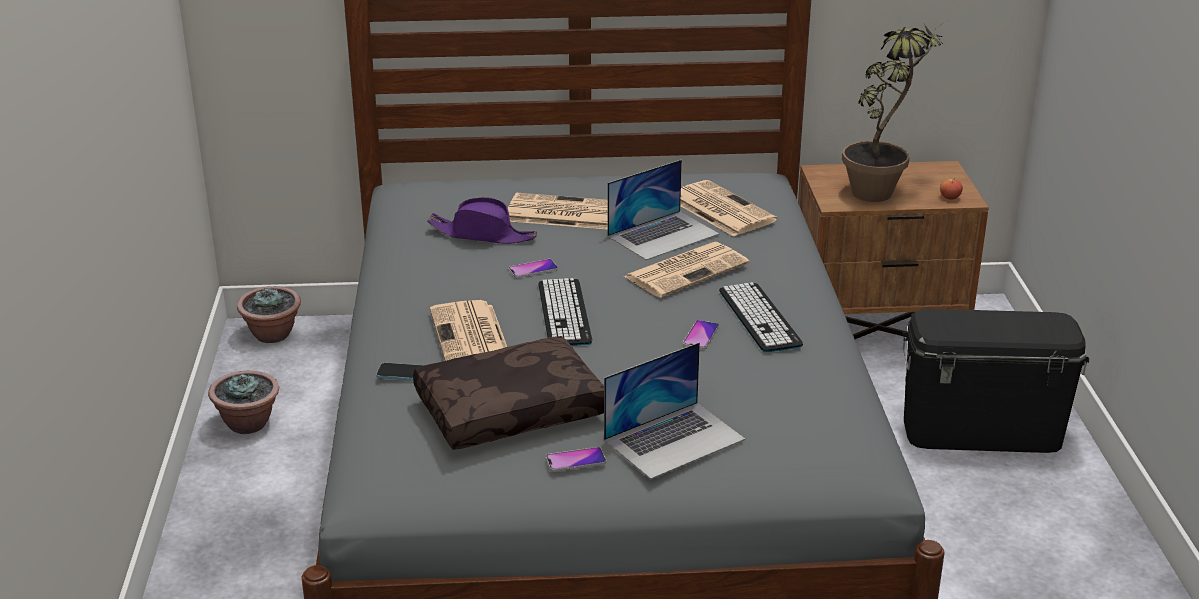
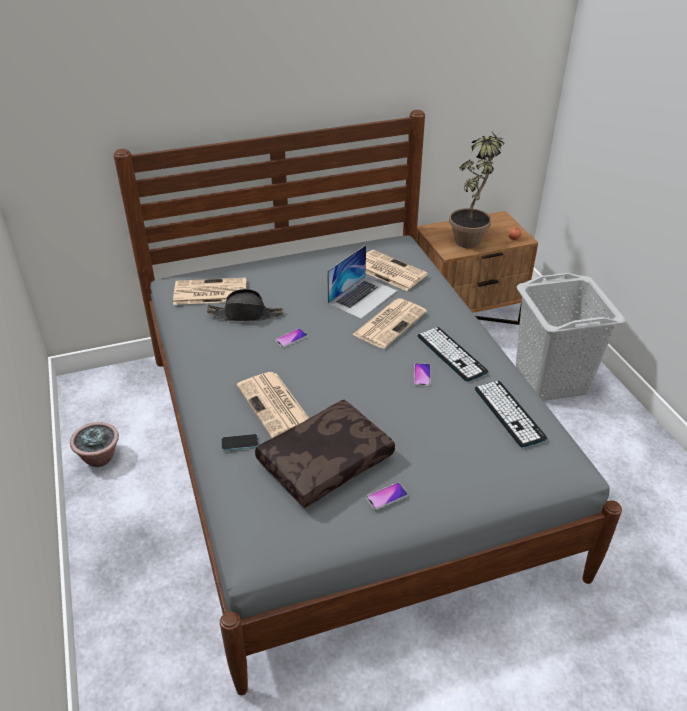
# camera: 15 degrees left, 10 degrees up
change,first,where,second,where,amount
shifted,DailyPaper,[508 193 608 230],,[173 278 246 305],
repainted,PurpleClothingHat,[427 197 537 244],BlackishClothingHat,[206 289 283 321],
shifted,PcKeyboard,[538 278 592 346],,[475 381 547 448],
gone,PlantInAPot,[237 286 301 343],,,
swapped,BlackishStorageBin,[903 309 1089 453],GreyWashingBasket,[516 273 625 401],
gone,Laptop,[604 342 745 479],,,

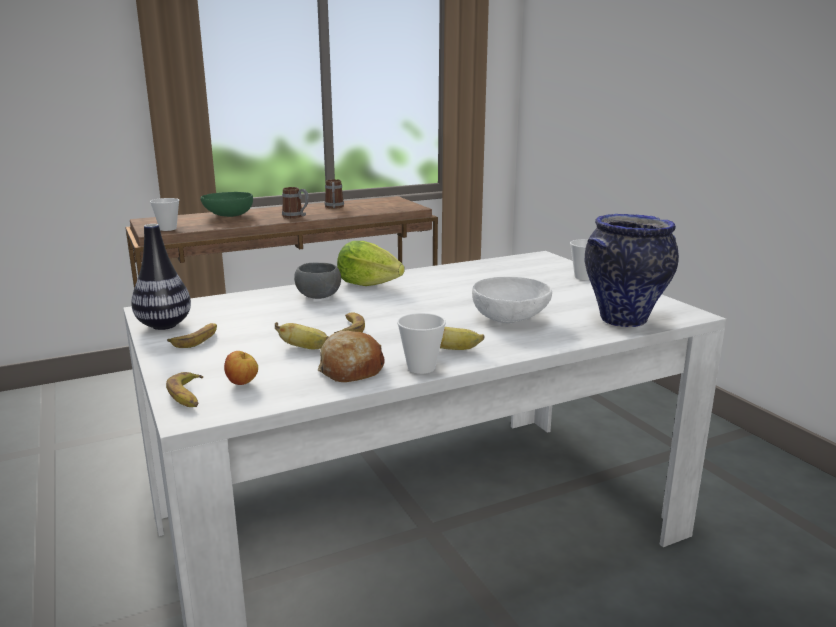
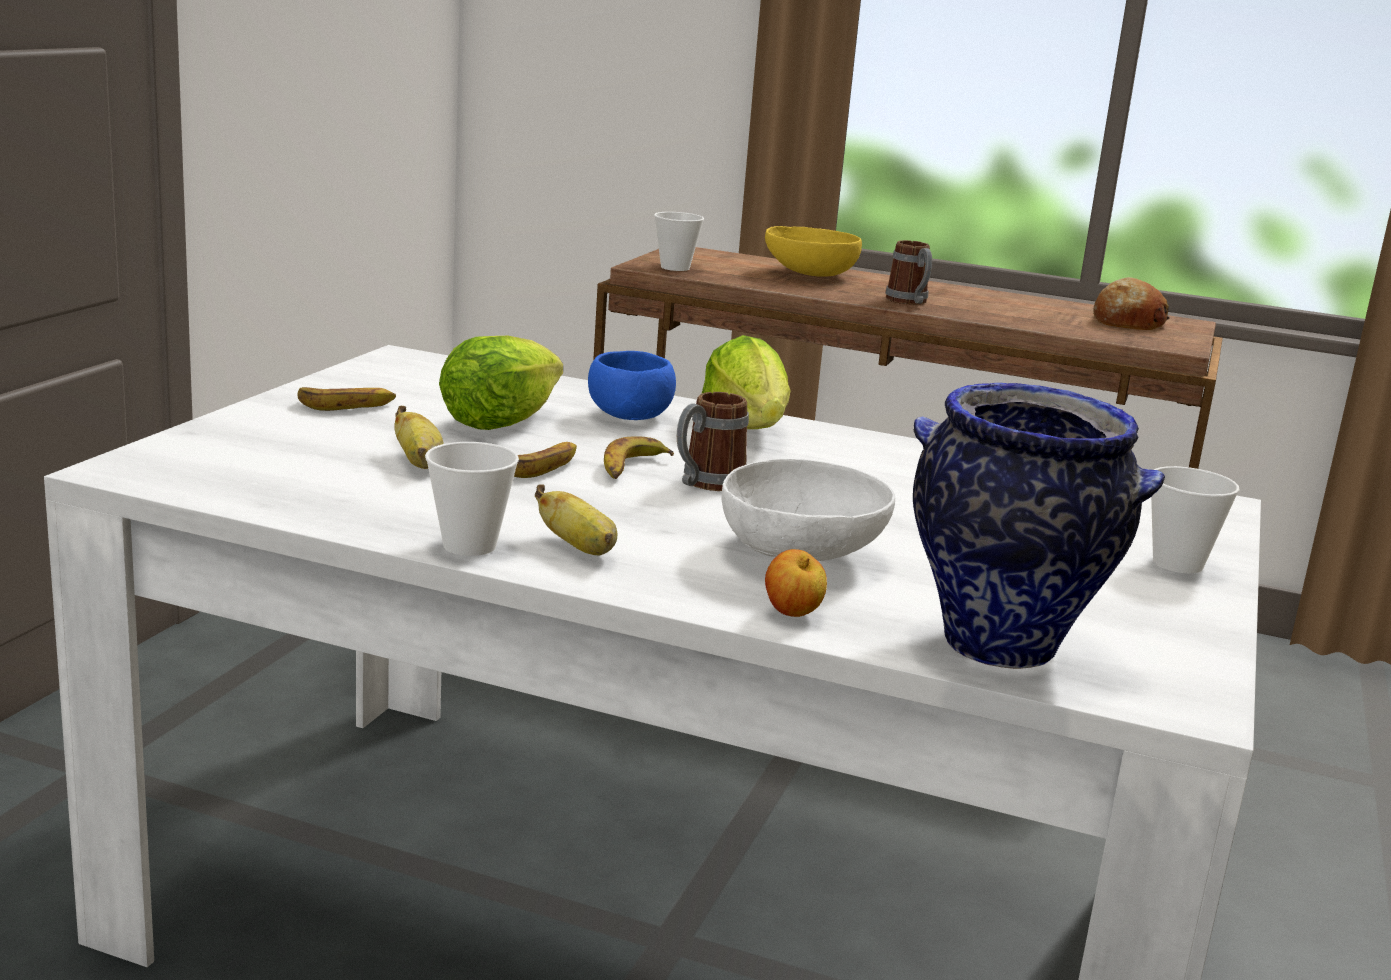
# camera: 45 degrees right, 0 degrees up
change,first,where,second,where,amount
shifted,CoffeeMug,[324 179 344 209],,[677 392 749 491],
repainted,GreenishBowl,[200 192 253 217],YellowBowl,[765 226 862 277],
gone,Vase,[131 224 191 330],,,
repainted,GreyBowl,[294 263 341 299],BlueColouredBowl,[588 351 676 420],
shifted,Bread,[318 331 384 382],,[1093 277 1170 330],
shifted,WholeApple,[224 351 258 385],,[765 549 827 617],
shifted,WholeBanana,[166 372 204 407],,[604 436 674 479],
new,,,LettuceHead,[439 336 563 430],

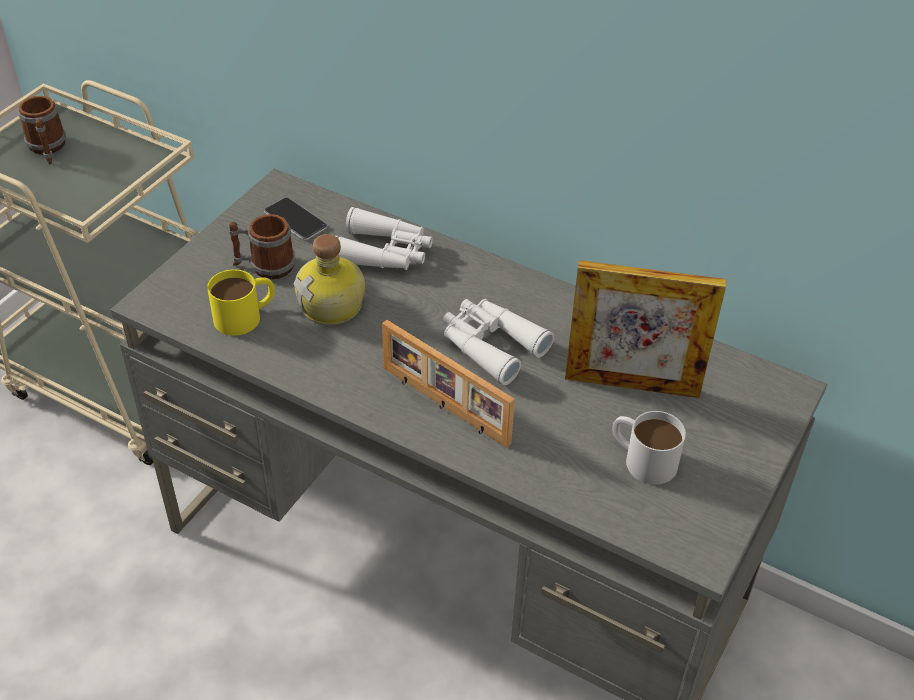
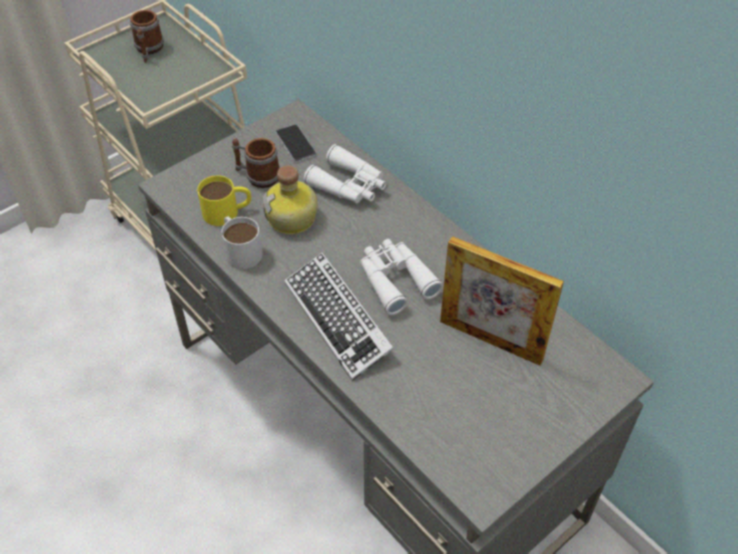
# camera: 20 degrees right, 5 degrees up
change,first,where,second,where,amount
swapped,PhotoFrame,[382 320 515 448],PcKeyboard,[284 252 394 381],
shifted,WhitishCoffeeMug,[612 411 686 485],,[221 216 262 269],

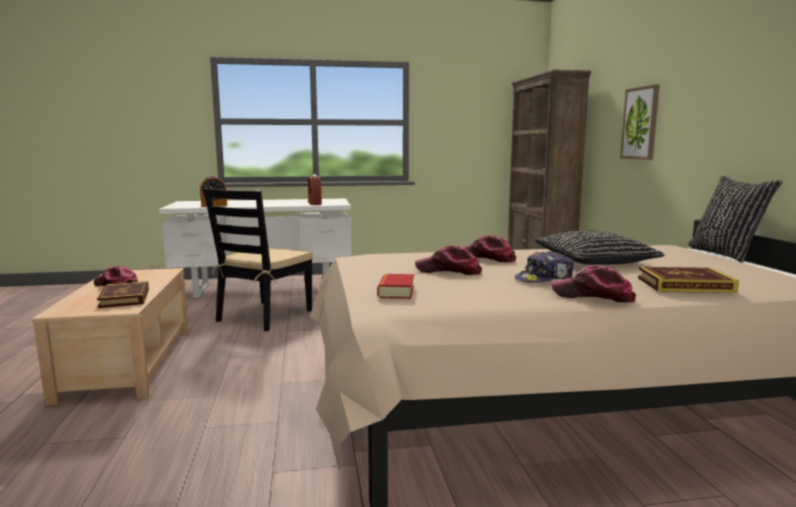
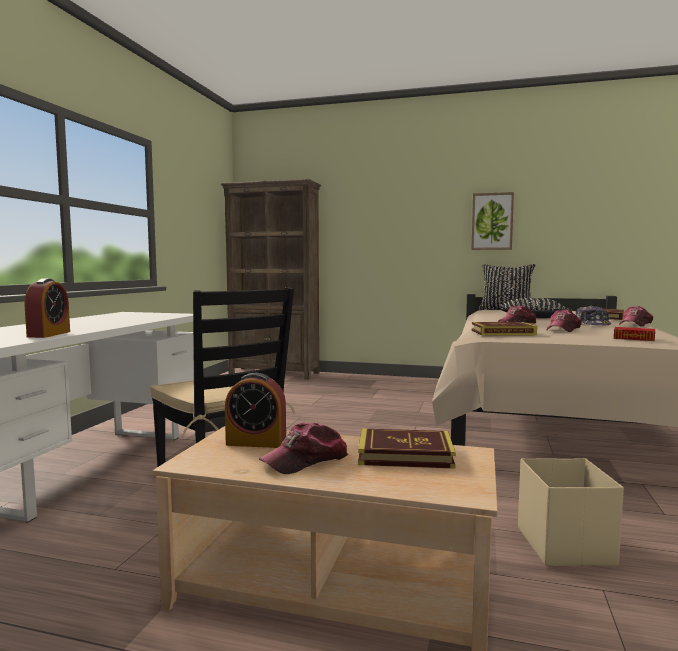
# camera: 65 degrees left, 5 degrees down
change,first,where,second,where,amount
shifted,WallPicture,[620 84 660 160],,[471 192 514 250],
shifted,AlarmClock,[308 174 322 205],,[225 373 286 448],
new,,,BoundBook,[471 322 537 336],
new,,,BeigeColouredStorageBin,[518 458 624 566],

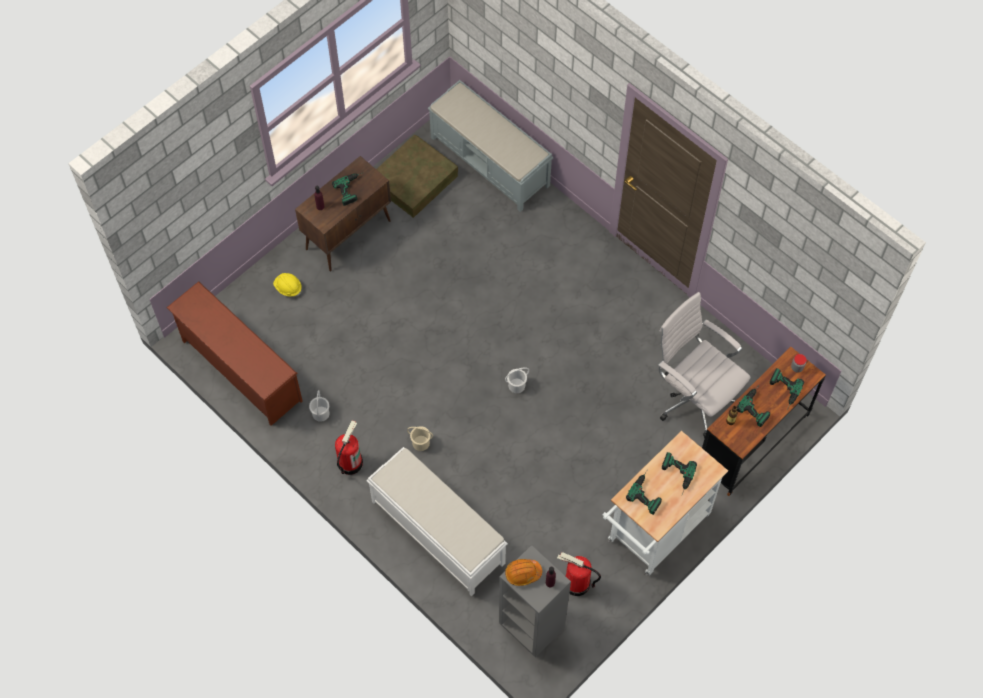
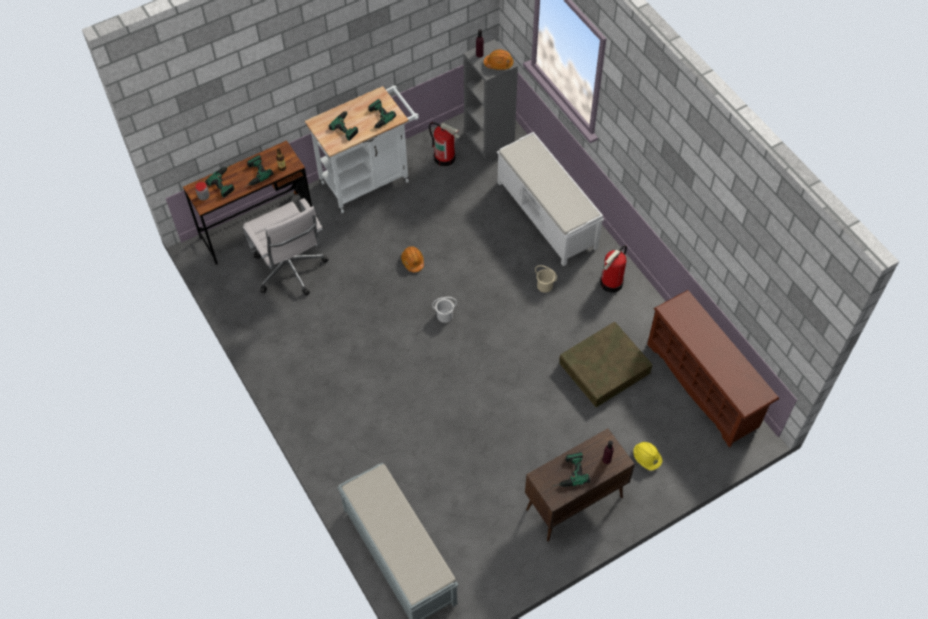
# camera: 165 degrees left, 5 degrees down
change,first,where,second,where,amount
shifted,BrownStorageBin,[376 135 458 218],,[559 322 653 407],
gone,WhitishWaterBucket,[309 390 330 422],,,
new,,,OrangeColouredWorkHelmet,[401 246 424 272],

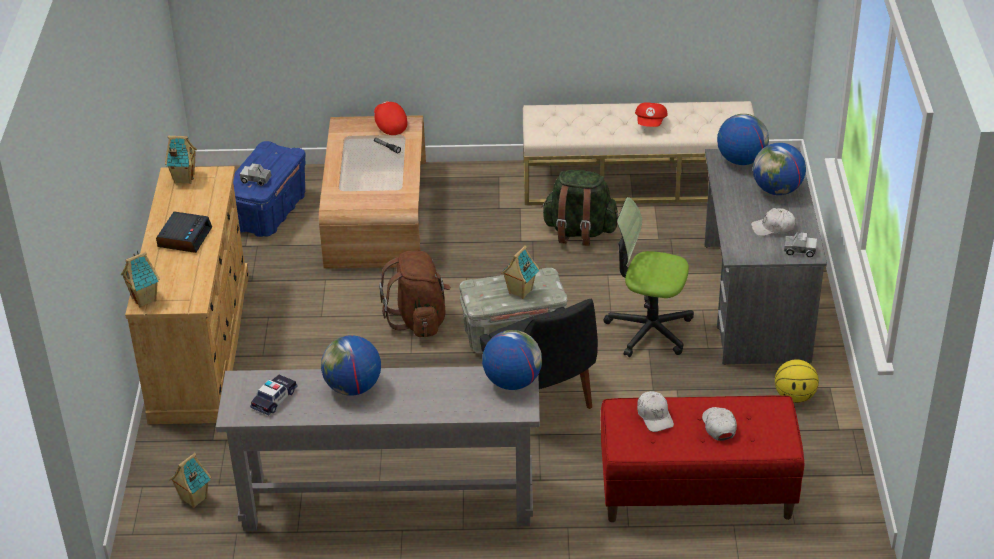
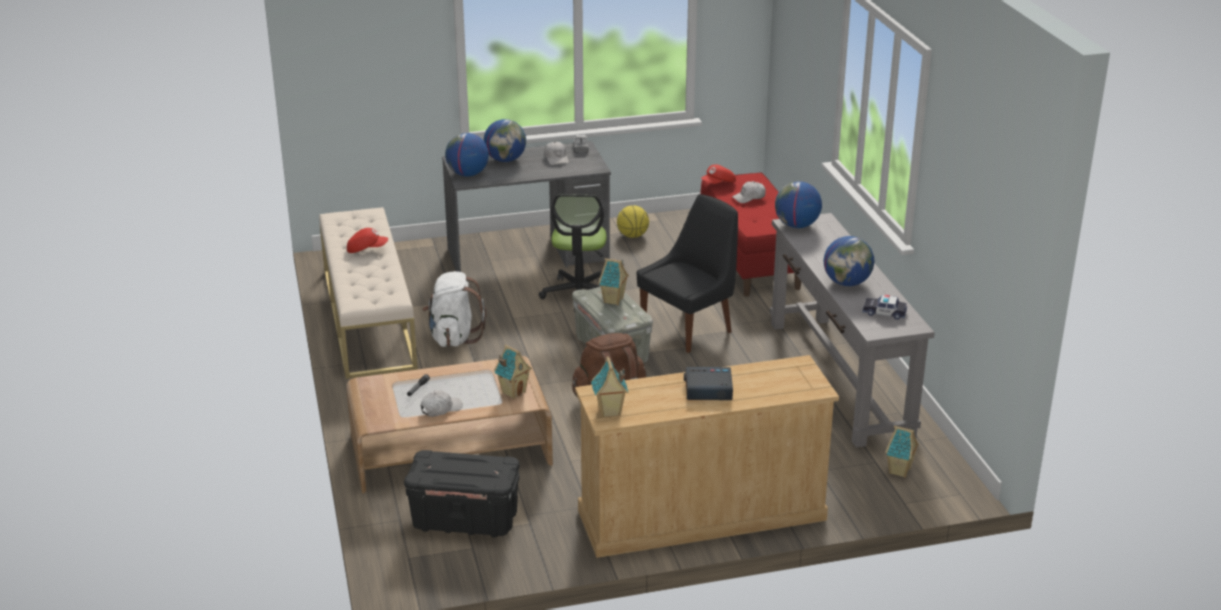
# camera: 105 degrees left, 10 degrees down
change,first,where,second,where,amount
shifted,RedBaseballCap,[374 101 407 135],,[701 164 736 184],
repainted,BlueColouredStorageBin,[233 141 306 237],BlackishStorageBin,[404 450 520 538],
gone,ToyLorry,[240 163 272 186],,,
repainted,GreenishRucksack,[542 170 618 246],WhitishRucksack,[422 271 486 347],
shifted,ToyHouse,[121 251 160 308],,[494 345 532 399],
shifted,WhitishBaseballCap,[637 391 674 432],,[421 390 463 417],

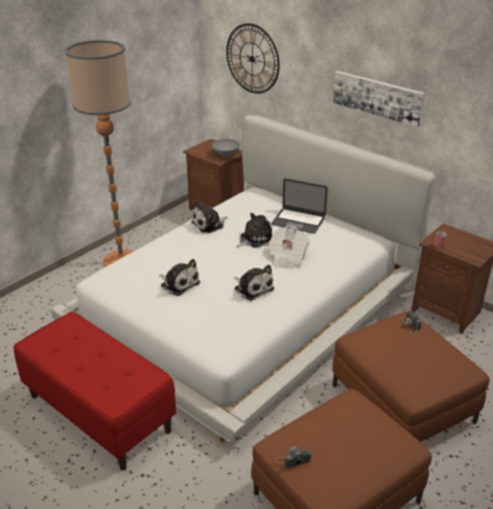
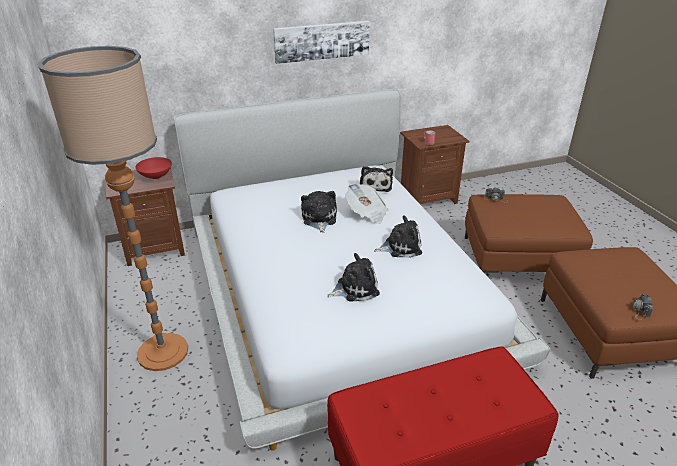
# camera: 60 degrees left, 0 degrees up
change,first,where,second,where,amount
gone,WallClock,[226 23 280 94],,,
repainted,GreyBowl,[212 139 240 156],RedBowl,[135 157 172 179],
gone,Laptop,[271 179 328 234],,,
shifted,CuddlyToy,[191 200 227 233],,[360 166 393 192],

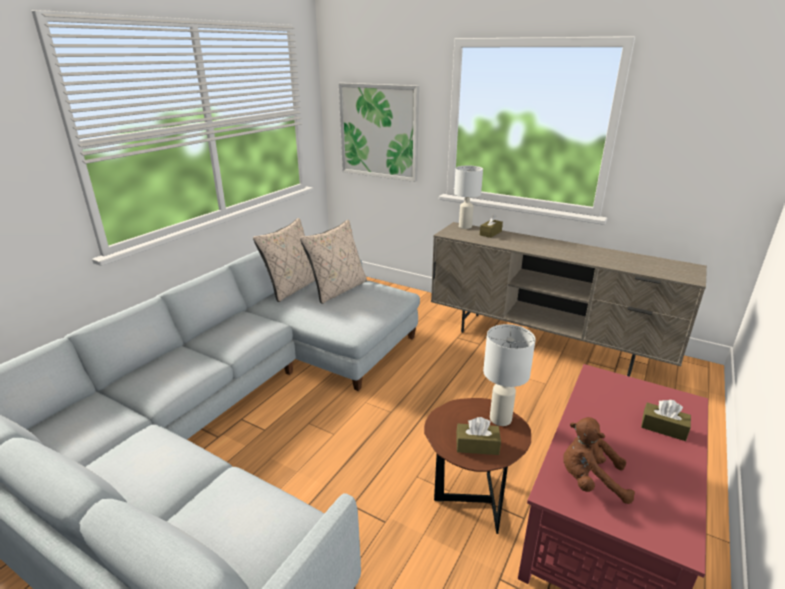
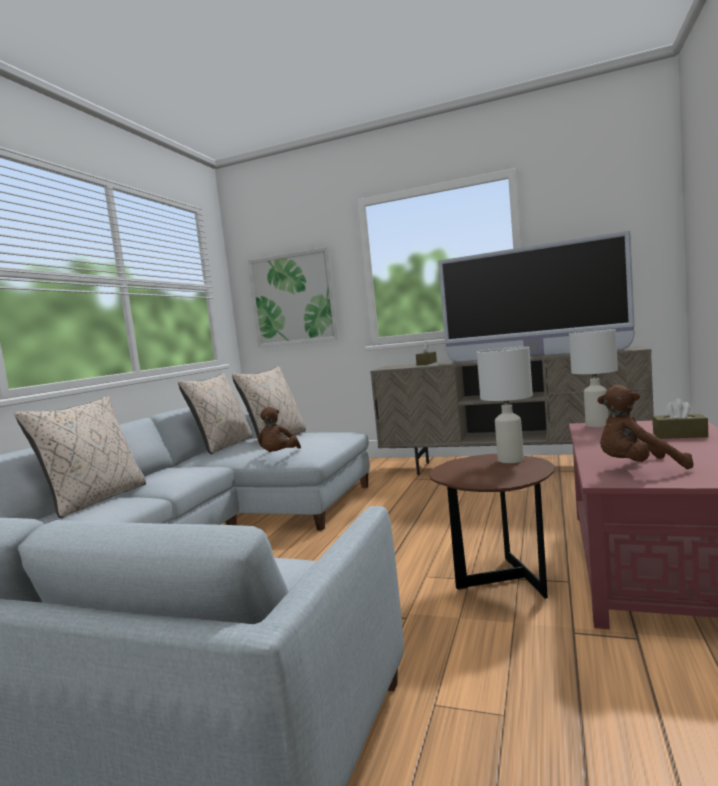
# camera: 10 degrees left, 20 degrees down
change,first,where,second,where,amount
shifted,WhitishTabletopLamp,[454 166 483 229],,[569 329 618 427],
gone,BrownBoxOfTissues,[456 417 501 455],,,
new,,,Tv,[438 231 635 362],
new,,,BeigeColouredPillow,[15 396 146 518],
new,,,BrownCuddlyToy,[258 407 301 452],

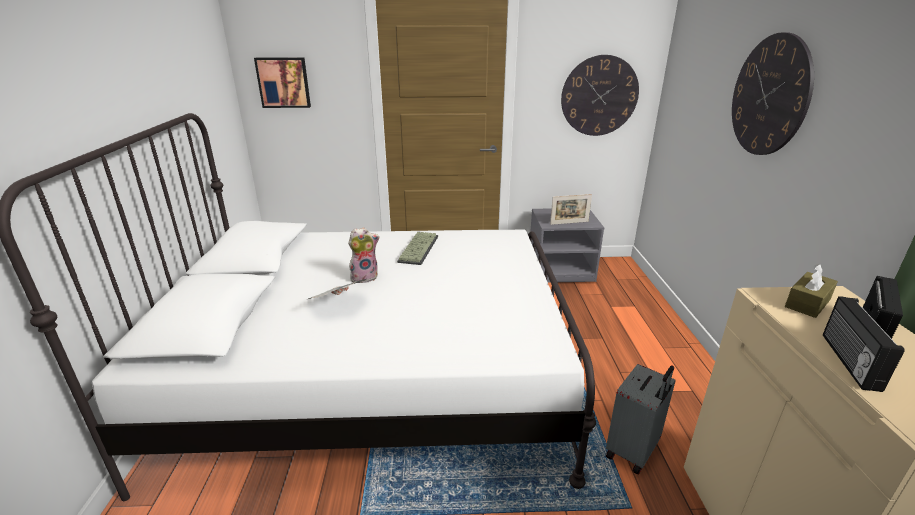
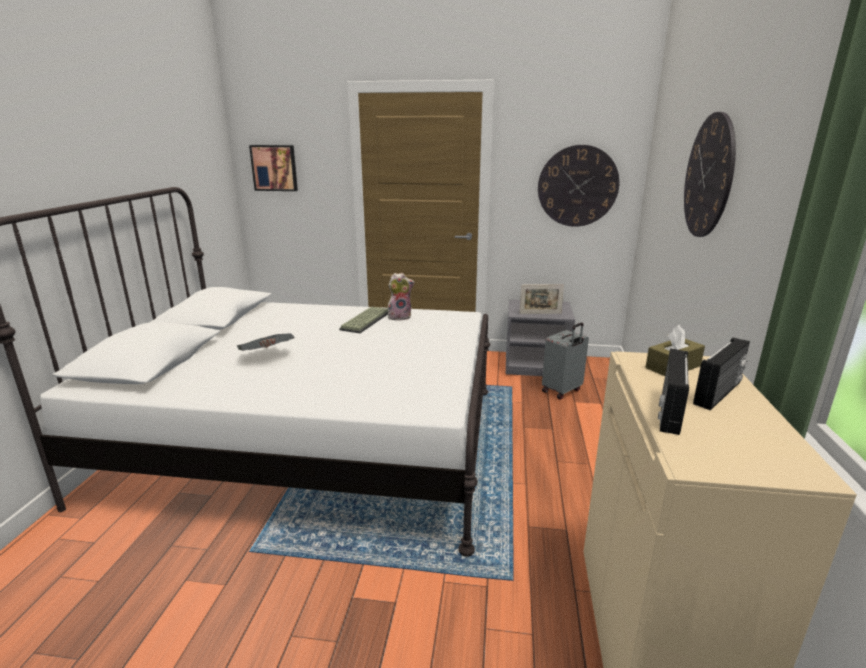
# camera: 10 degrees right, 5 degrees down
change,first,where,second,where,amount
shifted,CuddlyToy,[348 227 380 283],,[388 273 415 320],
shifted,GreyTravelCase,[606 364 676 475],,[542 323 589 399],

